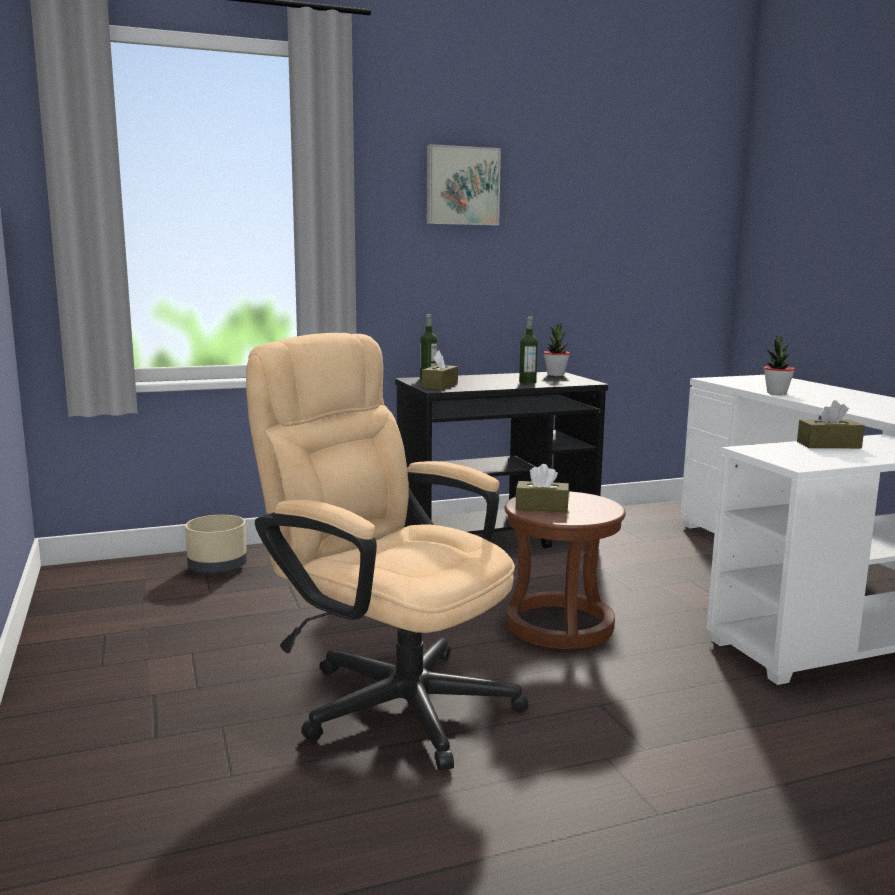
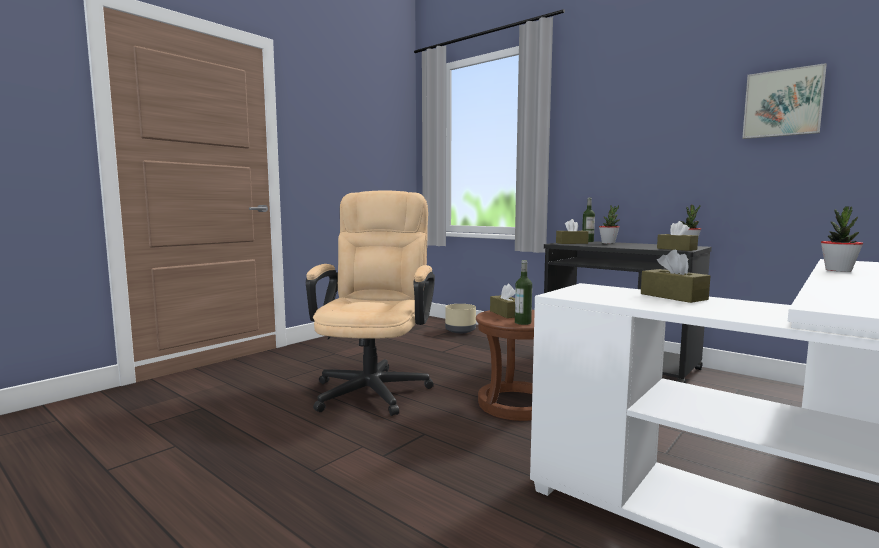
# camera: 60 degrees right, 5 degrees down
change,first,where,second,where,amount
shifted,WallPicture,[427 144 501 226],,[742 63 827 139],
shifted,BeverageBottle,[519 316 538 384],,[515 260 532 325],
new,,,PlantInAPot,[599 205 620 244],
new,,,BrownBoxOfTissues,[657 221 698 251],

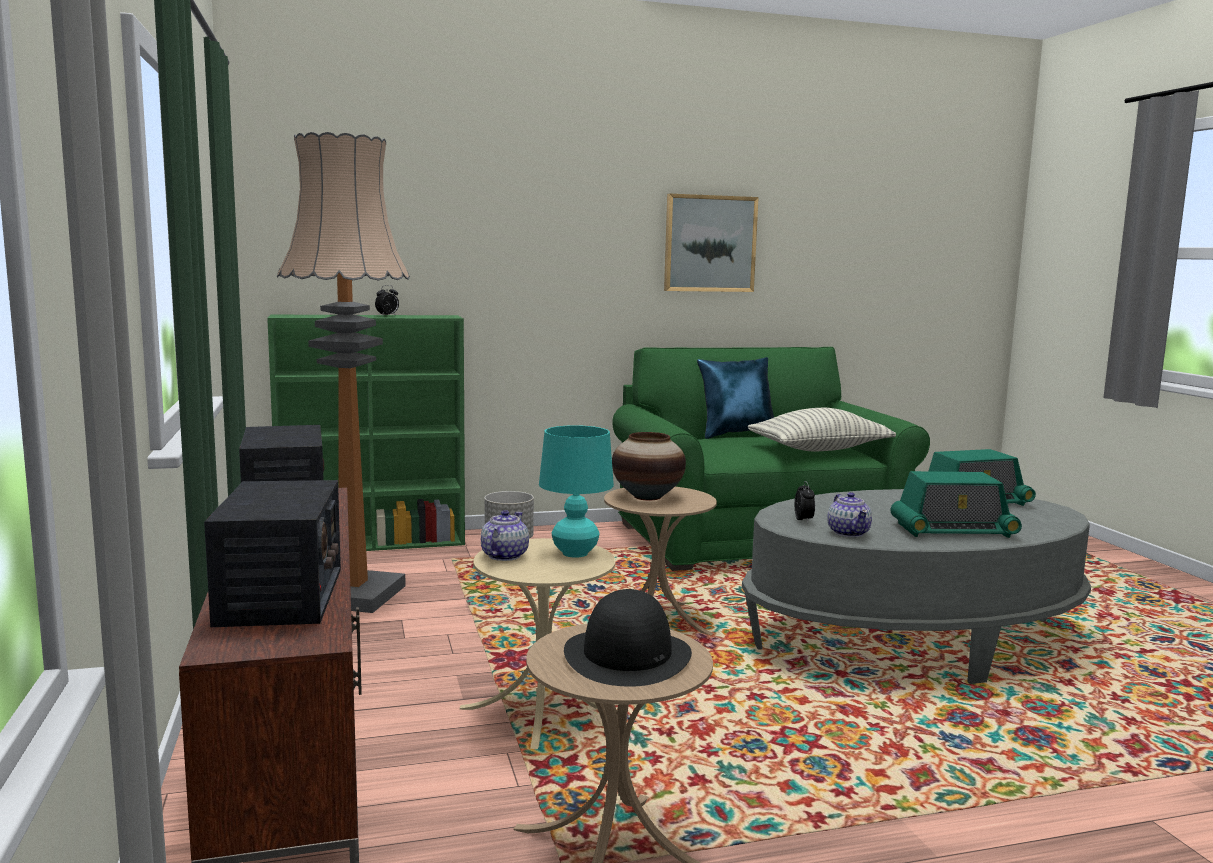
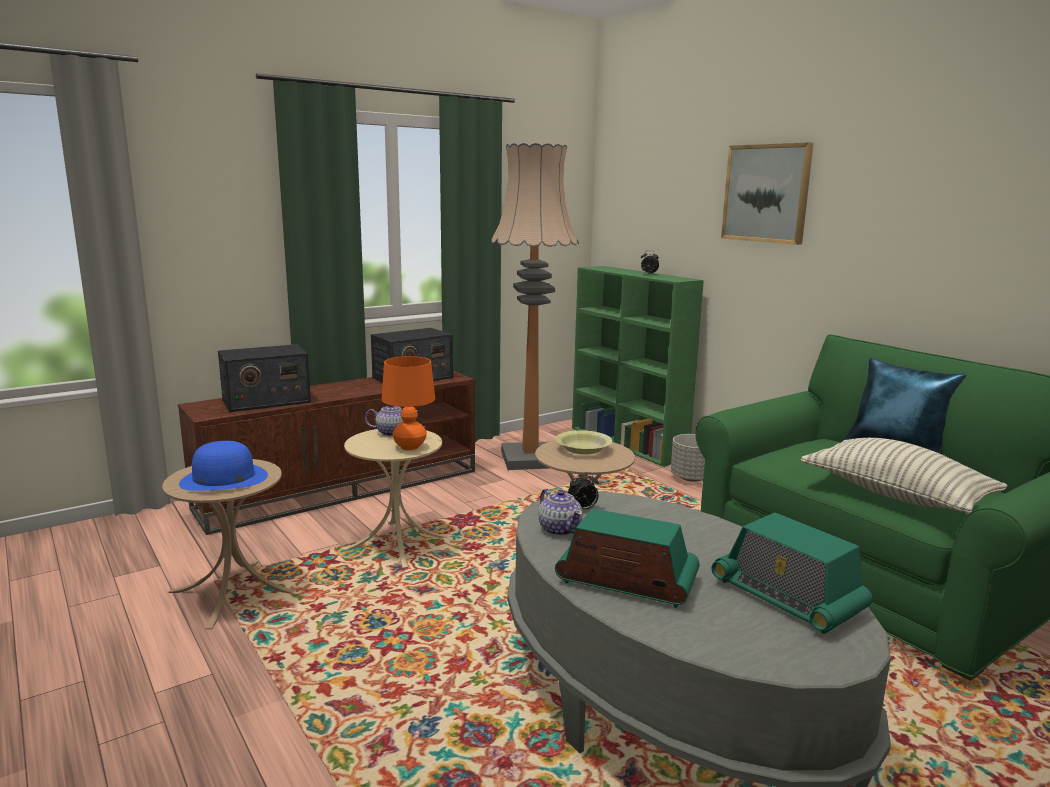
# camera: 70 degrees right, 5 degrees up
change,first,where,second,where,amount
shifted,WallPicture,[664 194 759 292],,[721 142 814 245],
repainted,TurquoiseTabletopLamp,[539 425 614 558],OrangeColouredTabletopLamp,[382 356 435 450],
swapped,Vase,[612 432 686 501],YellowBowl,[556 430 612 454],
rotated,RadioSet,[891 471 1022 538],,[555 509 700 608],135 degrees clockwise
rotated,TeaPot,[827 492 872 537],,[539 489 583 536],90 degrees counterclockwise
repainted,BlackishClothingHat,[564 589 692 687],BlueColouredClothingHat,[179 441 268 491],

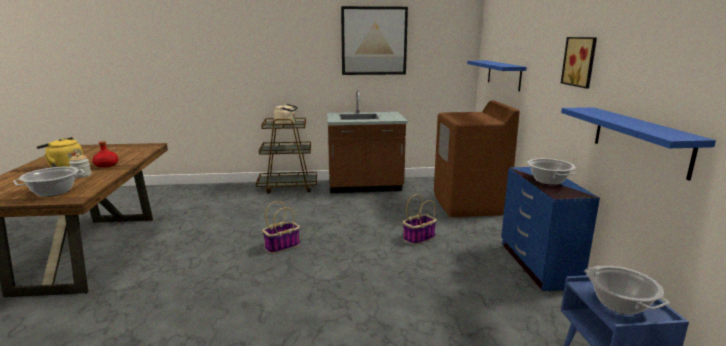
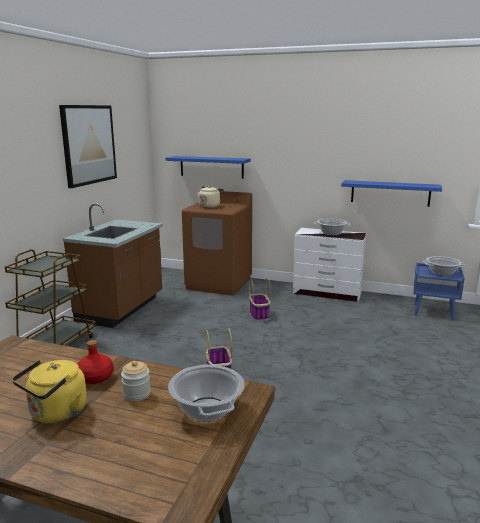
# camera: 65 degrees left, 0 degrees up
change,first,where,second,where,amount
gone,WallPicture,[561 37 597 89],,,
shifted,BeigeColouredKettle,[274 104 298 126],,[197 186 224 208],
repainted,BlueColouredDrawerChest,[501 167 600 291],WhitishDrawerChest,[293 228 366 302],

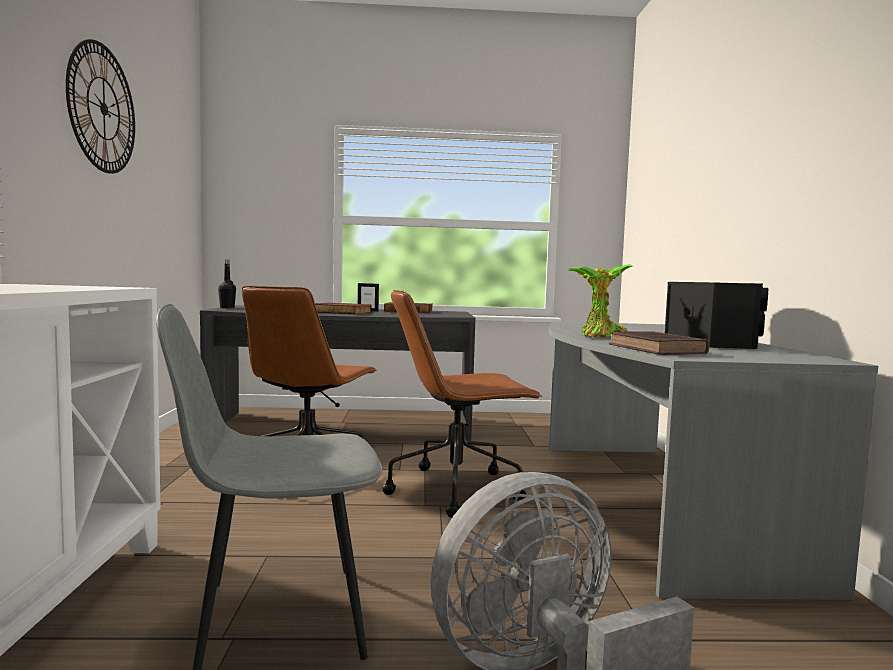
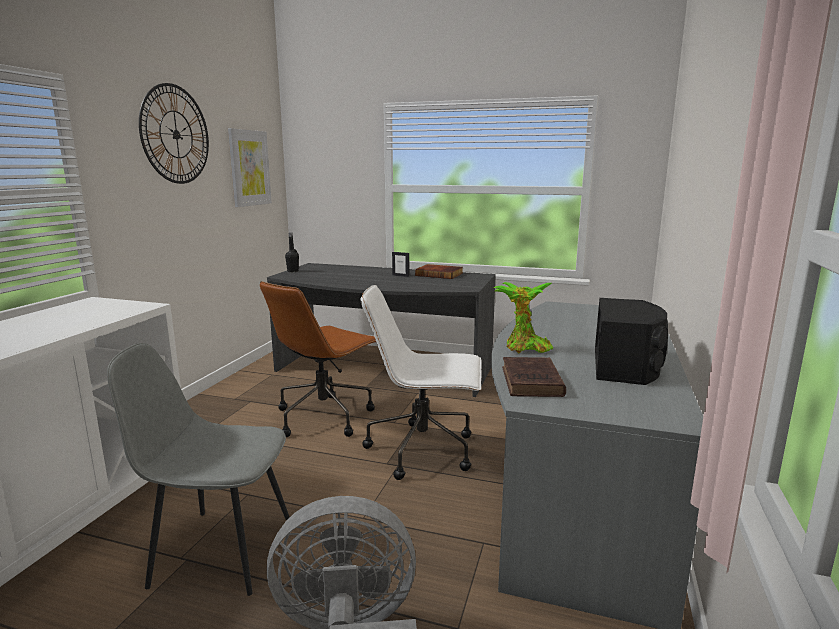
# camera: 20 degrees right, 10 degrees up
change,first,where,second,where,amount
repainted,BrownDeskChair,[382 289 542 518],WhitishDeskChair,[361 285 482 480],
gone,BoundBook,[315 303 371 314],,,
new,,,WallPicture,[228 128 272 207],

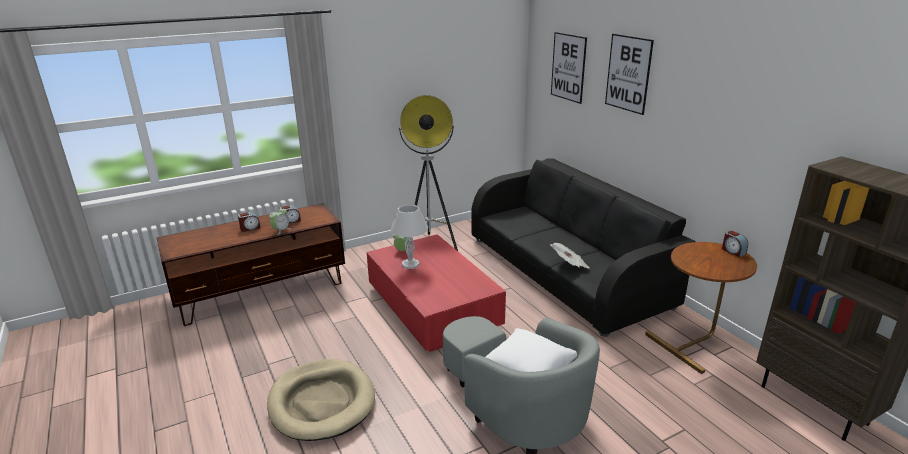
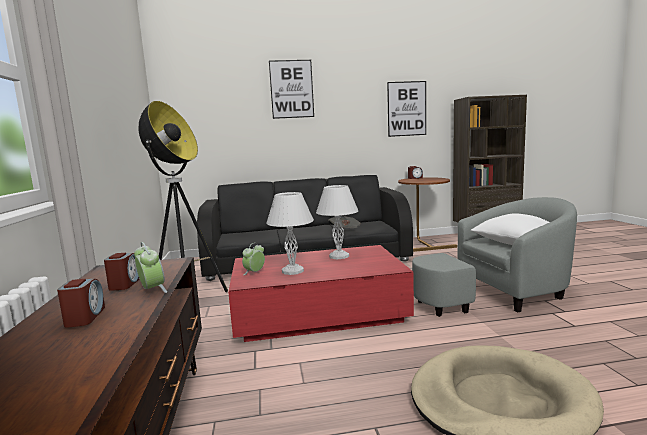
# camera: 70 degrees left, 15 degrees down
change,first,where,second,where,amount
shifted,WallPicture,[551 32 587 104],,[387 81 426 137],
new,,,WhitishTabletopLamp,[316 185 358 259],

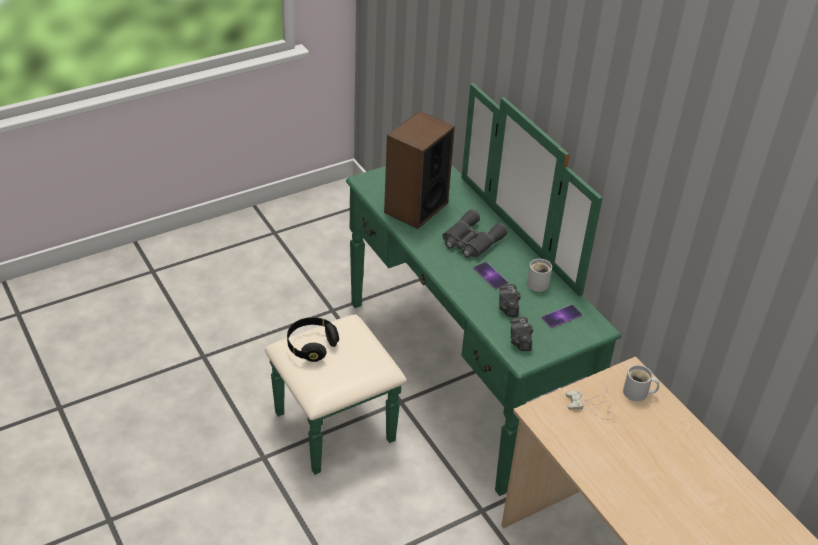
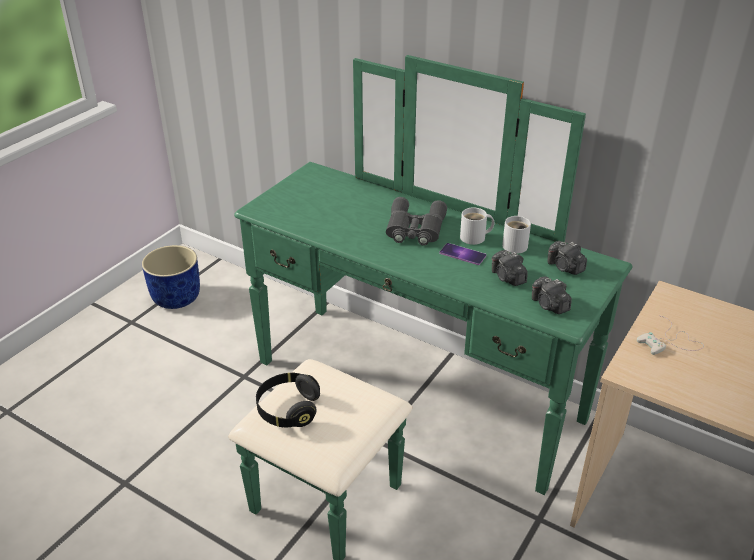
# camera: 25 degrees left, 5 degrees down
change,first,where,second,where,amount
gone,Speaker,[384 111 455 229],,,
swapped,Handset,[542 305 582 328],StillCamera,[548 241 587 275],
shifted,WhitishCoffeeMug,[623 365 659 401],,[460 208 494 245],
new,,,BlueColouredPlanter,[142 245 200 309],

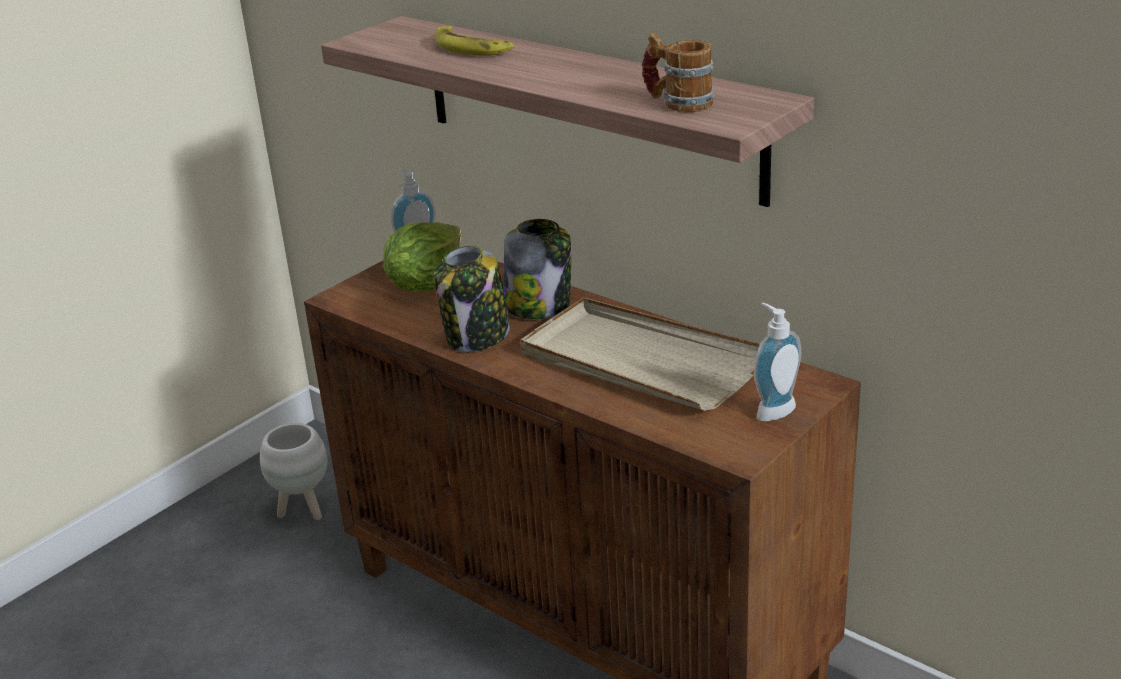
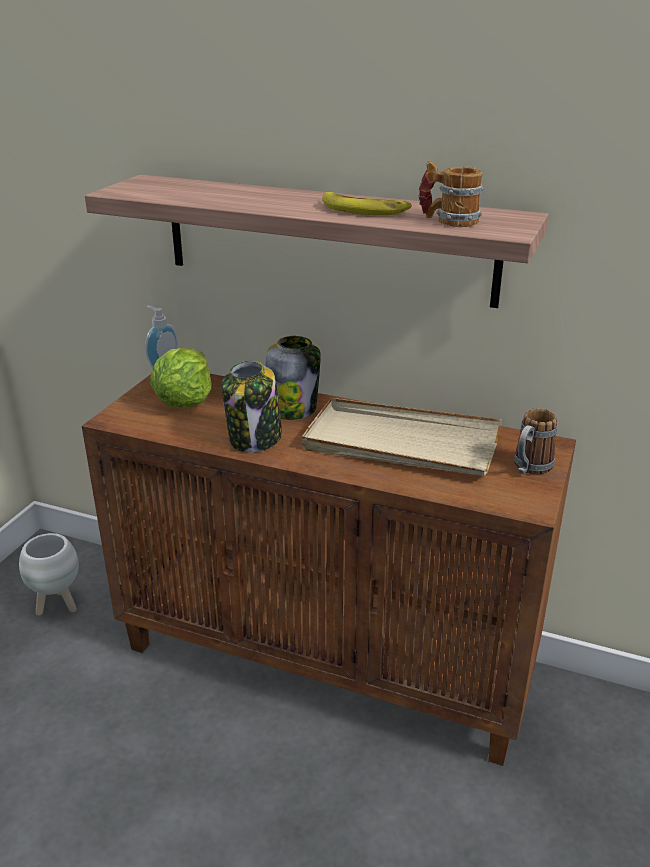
# camera: 20 degrees left, 0 degrees up
change,first,where,second,where,amount
shifted,WholeBanana,[434 25 514 56],,[322 192 412 215],
swapped,SoapBottle,[754 303 801 421],CoffeeMug,[514 408 557 474],

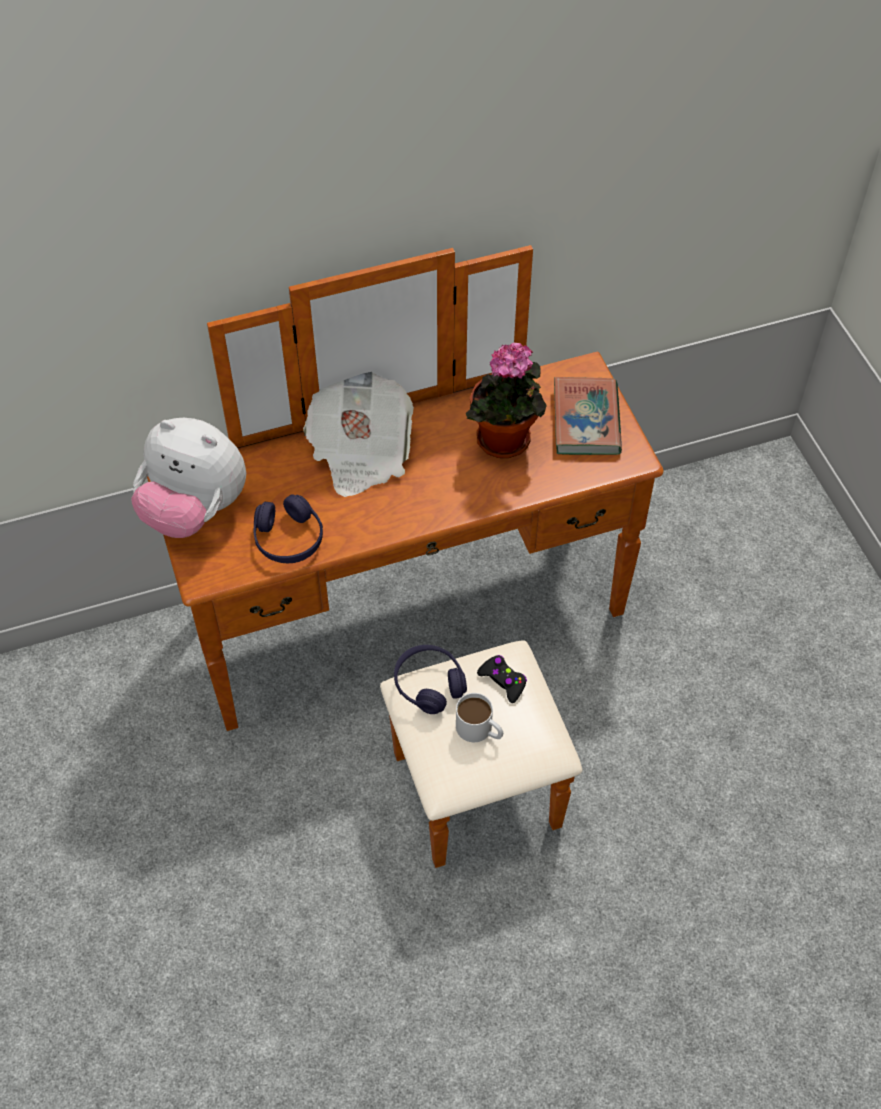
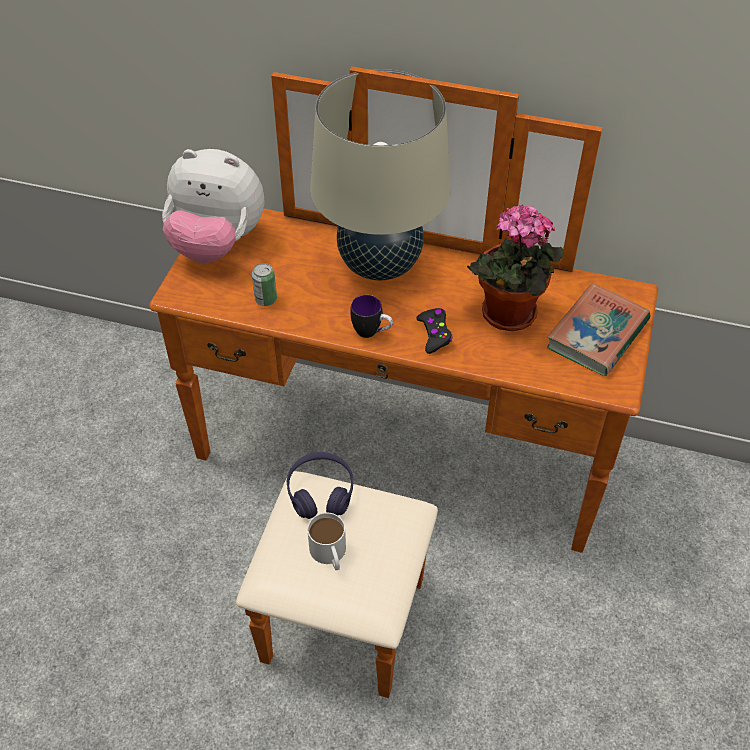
# camera: 35 degrees right, 5 degrees down
change,first,where,second,where,amount
swapped,DailyPaper,[303 372 414 497],BeigeColouredTabletopLamp,[310 69 451 280],
rotated,CuddlyToy,[131 418 246 538],,[162 149 264 263],45 degrees counterclockwise
swapped,PurpleHeadset,[254 494 323 563],Can,[252 263 277 306],
shifted,BlackishGamepad,[477 655 527 703],,[416 308 453 354],
new,,,CoffeeMug,[350 295 393 338],

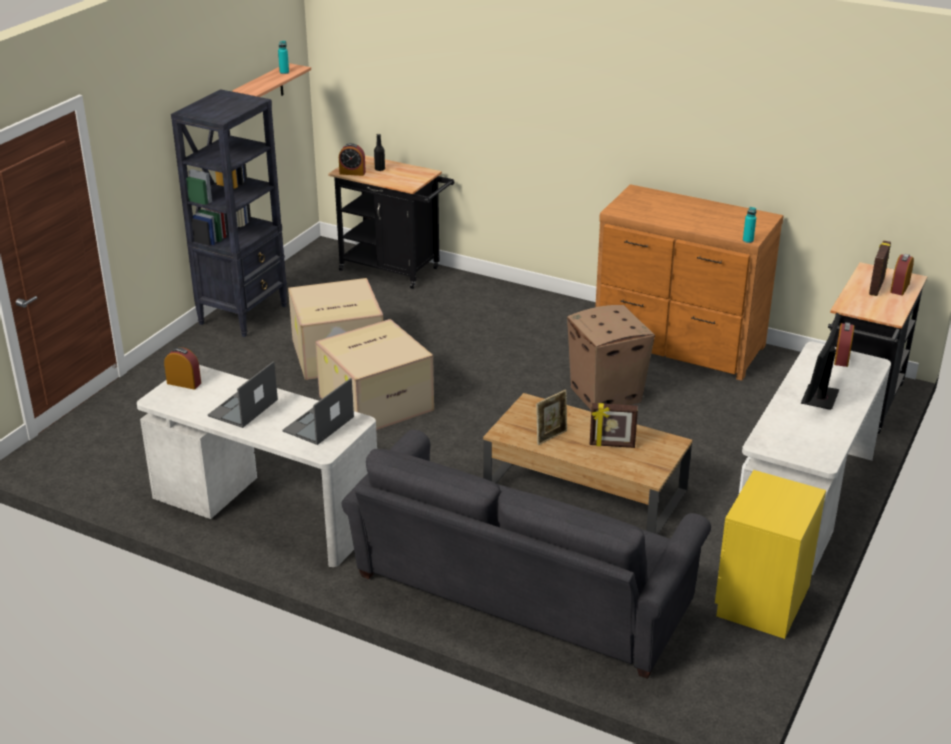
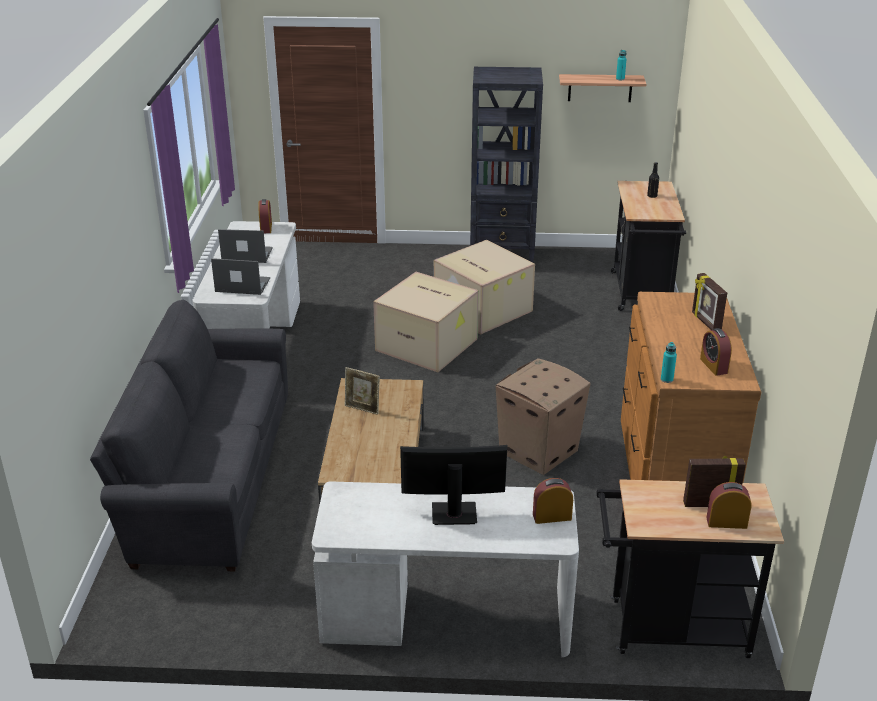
# camera: 65 degrees right, 0 degrees up
change,first,where,second,where,amount
shifted,AlarmClock,[339 143 366 176],,[700 328 732 376],
shifted,PhotoFrame,[590 403 638 448],,[692 273 727 330],
gone,YellowNightstand,[715 470 826 639],,,

